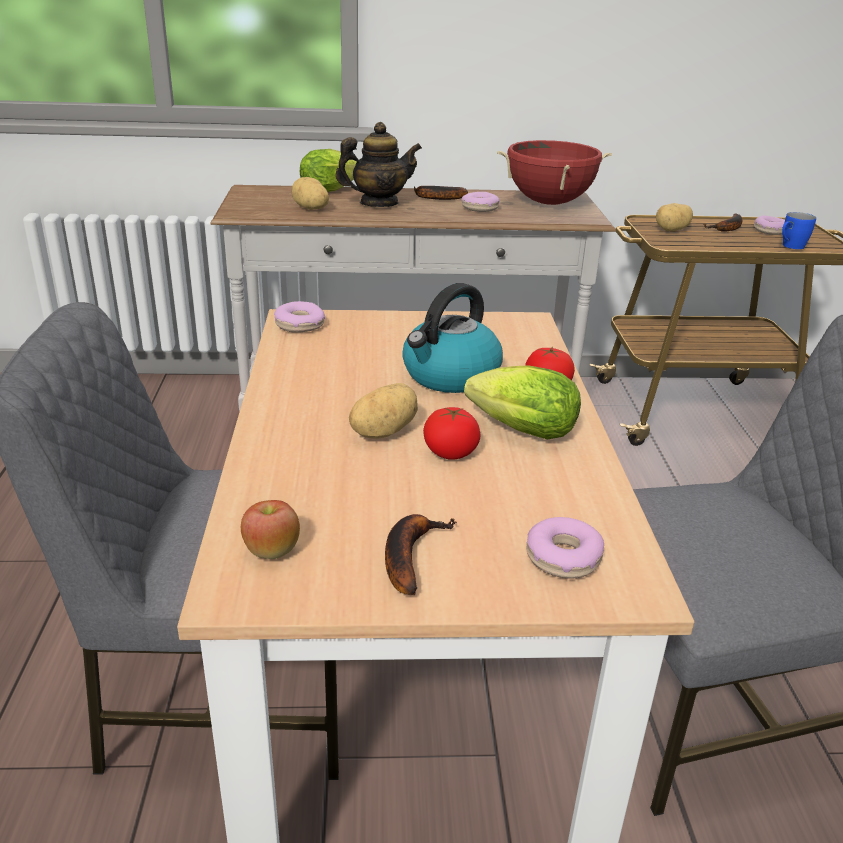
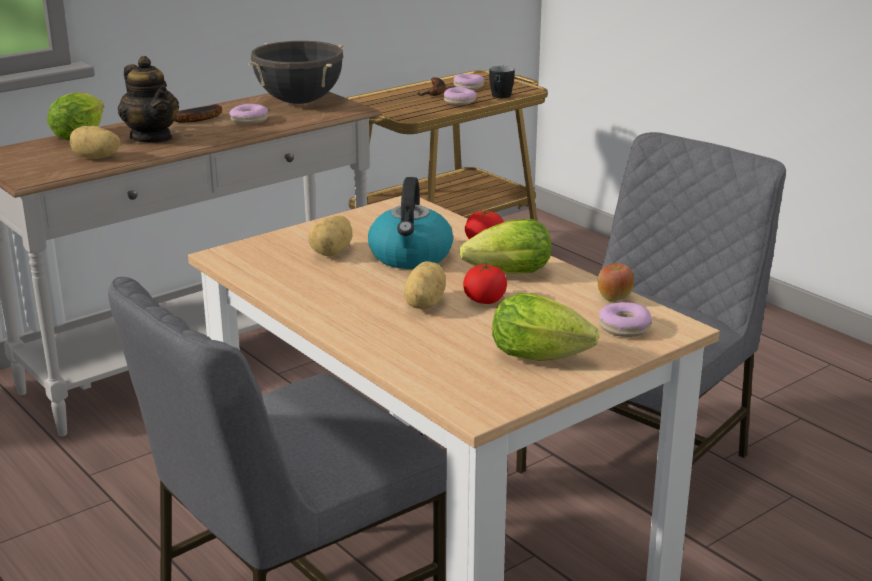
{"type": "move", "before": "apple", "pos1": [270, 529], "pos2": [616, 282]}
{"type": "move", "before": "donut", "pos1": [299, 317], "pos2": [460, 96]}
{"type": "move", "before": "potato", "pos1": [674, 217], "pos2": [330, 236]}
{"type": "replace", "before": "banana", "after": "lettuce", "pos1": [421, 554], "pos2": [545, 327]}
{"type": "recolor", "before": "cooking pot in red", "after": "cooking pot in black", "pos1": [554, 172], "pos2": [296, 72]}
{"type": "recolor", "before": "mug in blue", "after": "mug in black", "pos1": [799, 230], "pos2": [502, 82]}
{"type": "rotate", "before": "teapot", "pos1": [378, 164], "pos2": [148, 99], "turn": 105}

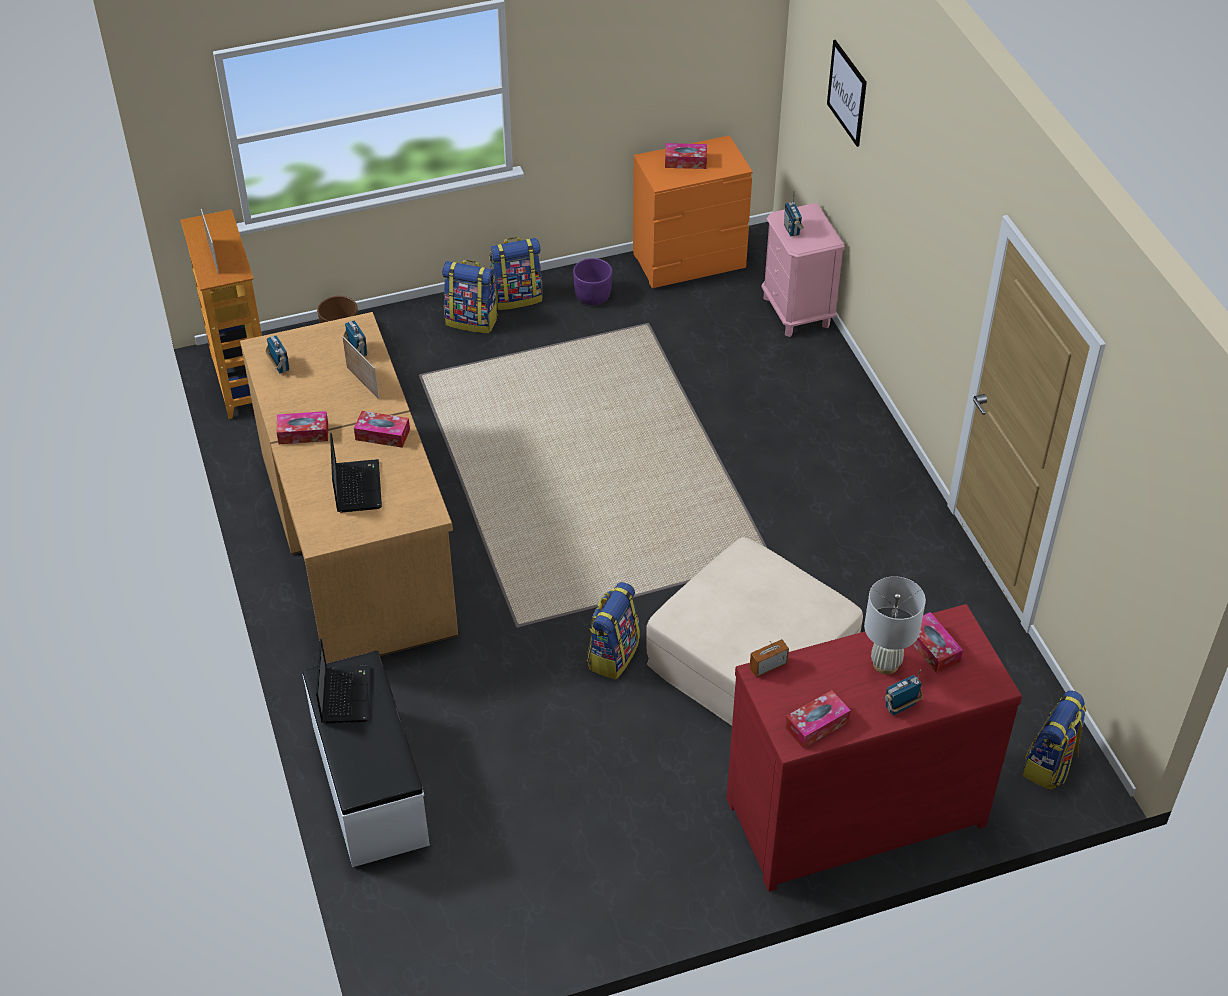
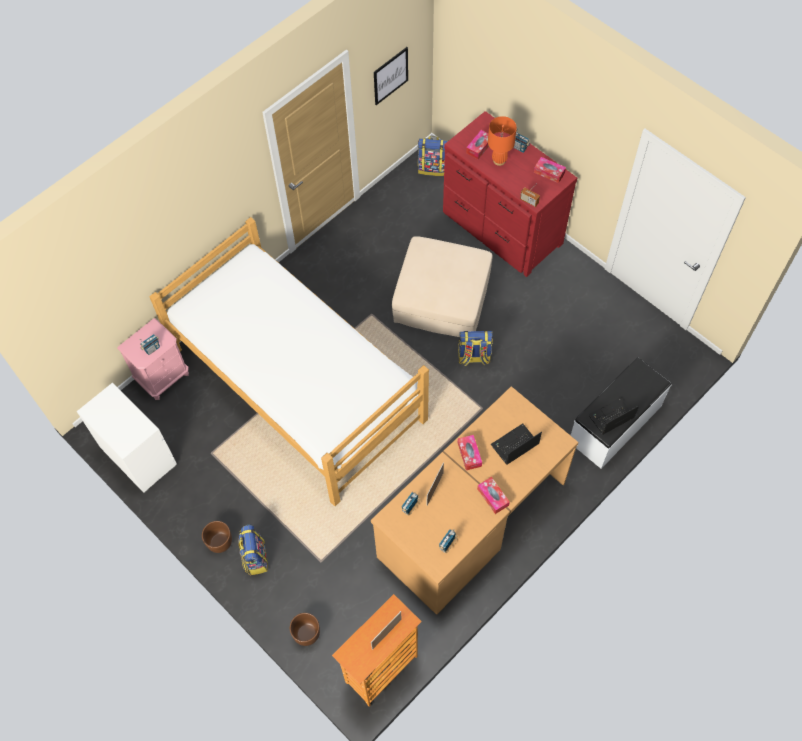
{"type": "delete", "before": "planter in purple", "pos1": [592, 281]}
{"type": "delete", "before": "tissue box", "pos1": [686, 156]}
{"type": "insert", "after": "bed", "pos2": [289, 361]}
{"type": "move", "before": "picture", "pos1": [847, 93], "pos2": [391, 76]}
{"type": "replace", "before": "backpack", "after": "planter in brown", "pos1": [515, 273], "pos2": [217, 537]}
{"type": "recolor", "before": "dresser in orange", "after": "dresser in white", "pos1": [693, 211], "pos2": [127, 437]}
{"type": "recolor", "before": "table lamp in white", "after": "table lamp in orange", "pos1": [895, 625], "pos2": [502, 141]}

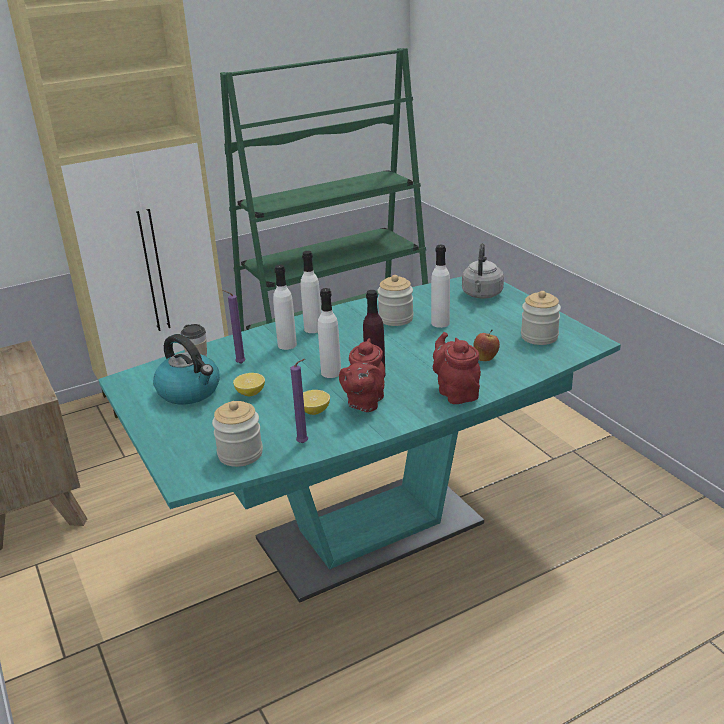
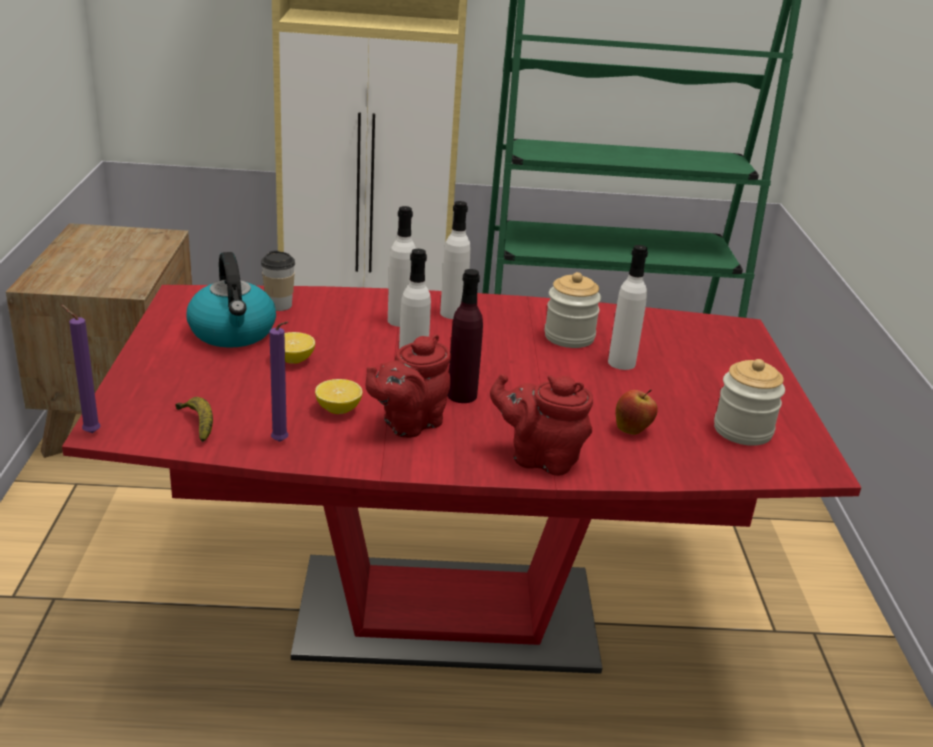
{"type": "delete", "before": "kettle in grey", "pos1": [483, 271]}
{"type": "move", "before": "candle in purple", "pos1": [234, 327], "pos2": [80, 369]}
{"type": "replace", "before": "jar", "after": "banana", "pos1": [237, 434], "pos2": [194, 419]}
{"type": "recolor", "before": "dining table in turquoise", "after": "dining table in red", "pos1": [359, 440], "pos2": [461, 479]}
{"type": "rotate", "before": "teapot in red", "pos1": [457, 368], "pos2": [541, 425], "turn": -75}

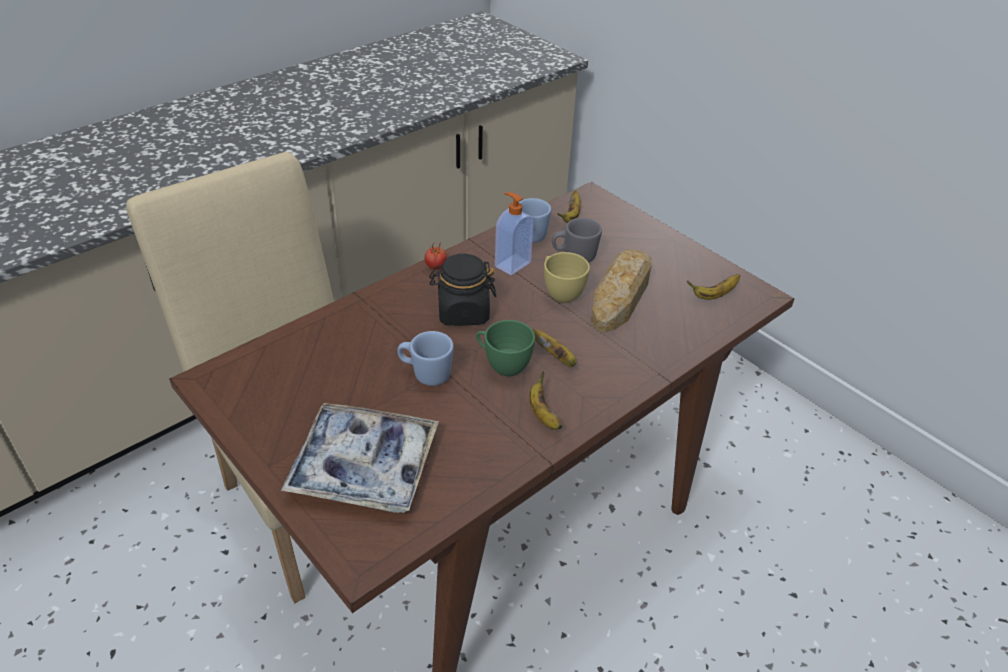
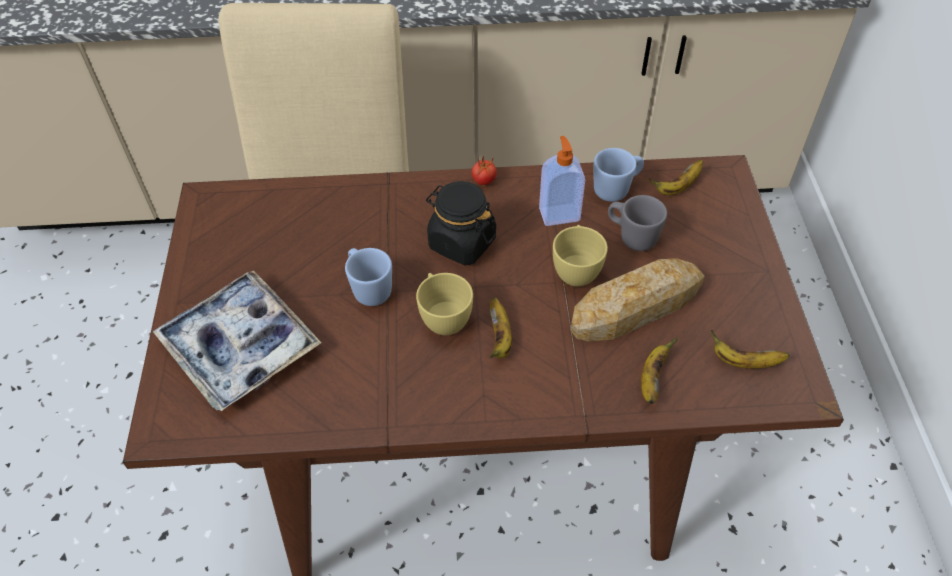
{"type": "move", "before": "banana", "pos1": [546, 400], "pos2": [659, 370]}
{"type": "recolor", "before": "cup in green", "after": "cup in yellow", "pos1": [505, 348], "pos2": [444, 304]}

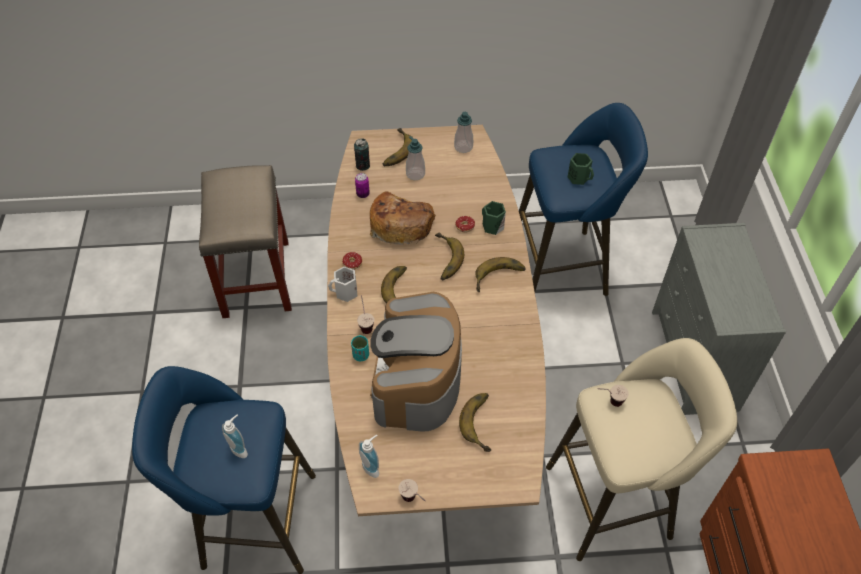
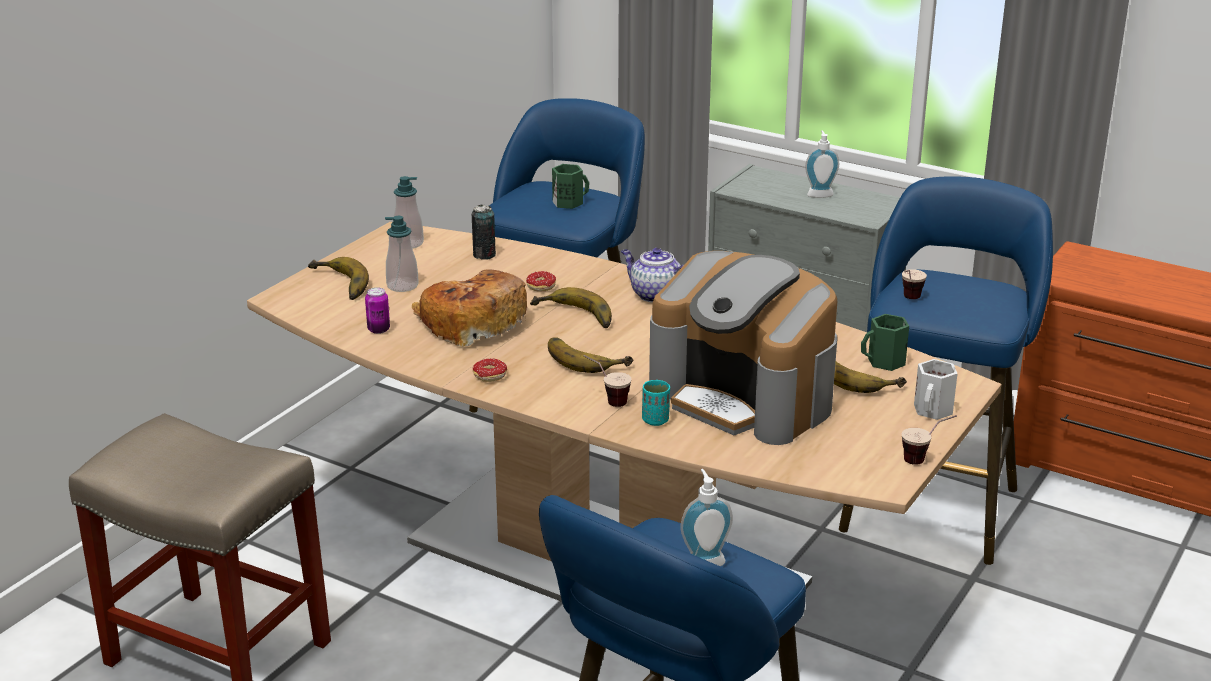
{"type": "move", "before": "mug in white", "pos1": [342, 284], "pos2": [936, 389]}
{"type": "move", "before": "can", "pos1": [362, 154], "pos2": [484, 232]}
{"type": "move", "before": "soap dispenser", "pos1": [369, 456], "pos2": [822, 164]}
{"type": "move", "before": "mug in green", "pos1": [494, 218], "pos2": [885, 342]}
{"type": "replace", "before": "banana", "after": "teapot", "pos1": [500, 274], "pos2": [652, 275]}
{"type": "recolor", "before": "stool in beige", "after": "stool in blue", "pos1": [641, 449], "pos2": [946, 370]}

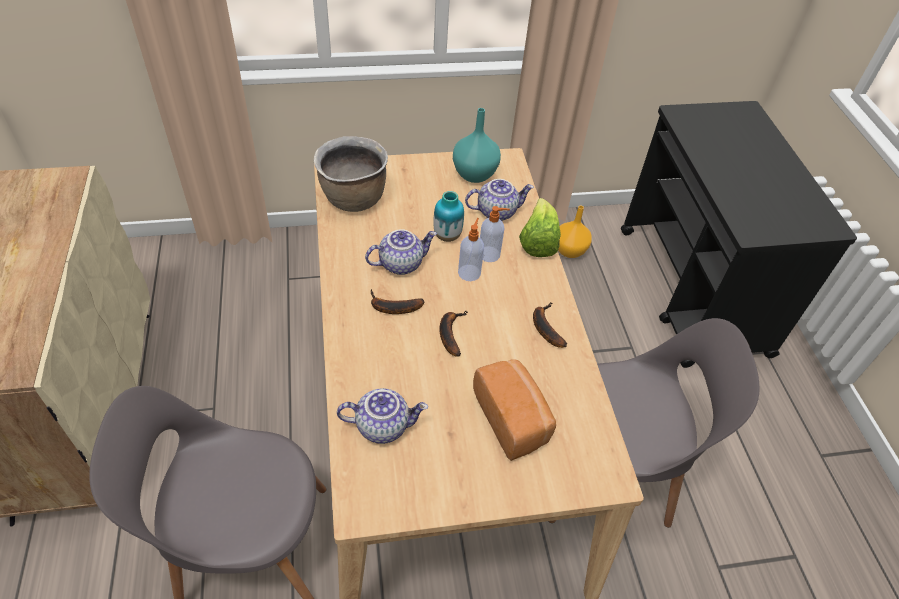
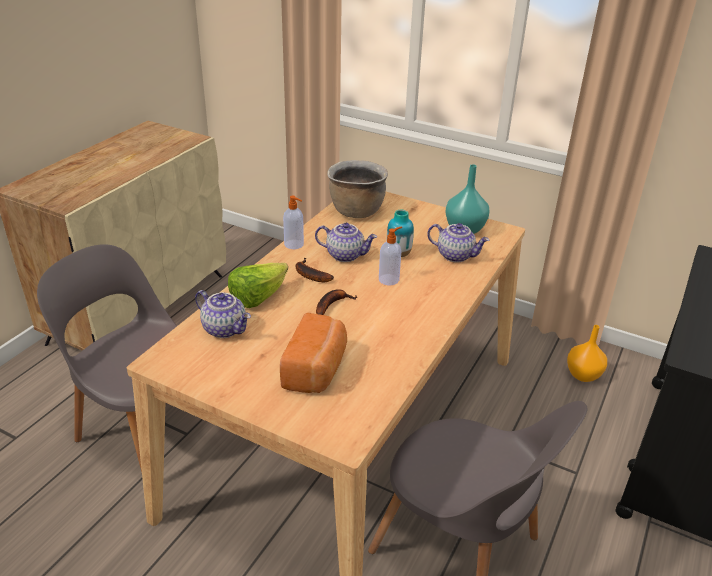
{"type": "delete", "before": "banana", "pos1": [550, 325]}
{"type": "move", "before": "soap dispenser", "pos1": [495, 234], "pos2": [293, 222]}
{"type": "move", "before": "lettuce", "pos1": [540, 227], "pos2": [258, 285]}

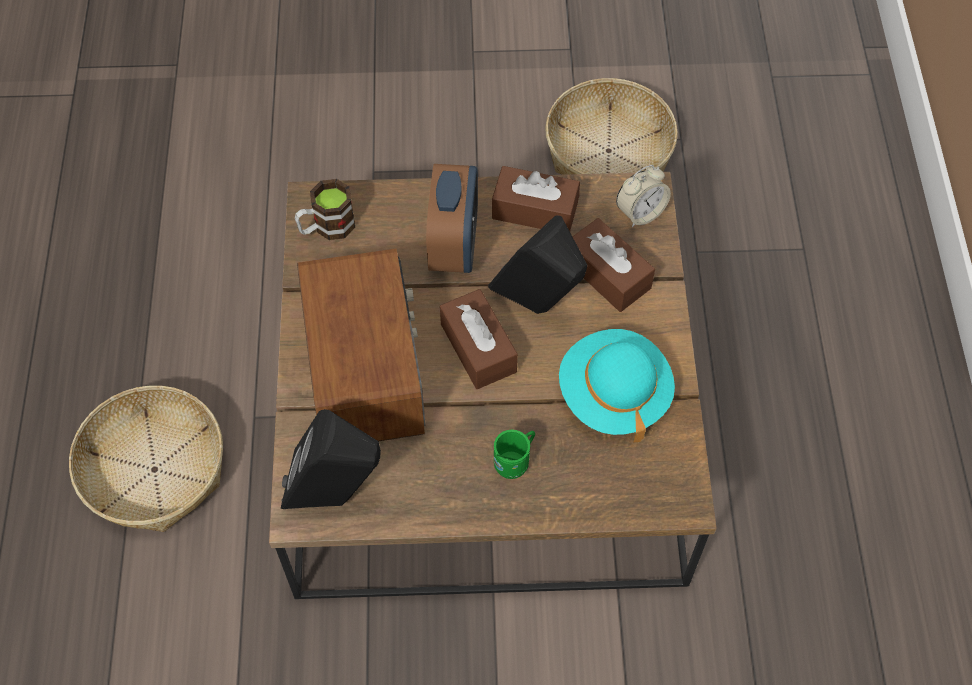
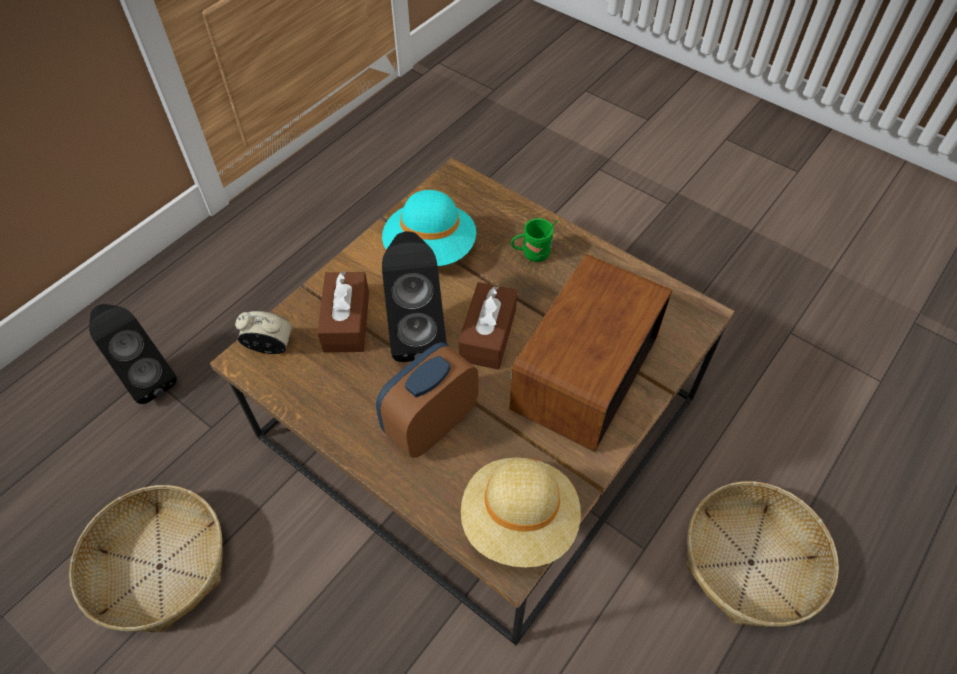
{"type": "delete", "before": "tissue box in brown", "pos1": [536, 198]}
{"type": "move", "before": "speaker in black", "pos1": [331, 459], "pos2": [133, 354]}
{"type": "replace", "before": "mug", "after": "hat in beige", "pos1": [325, 209], "pos2": [521, 512]}

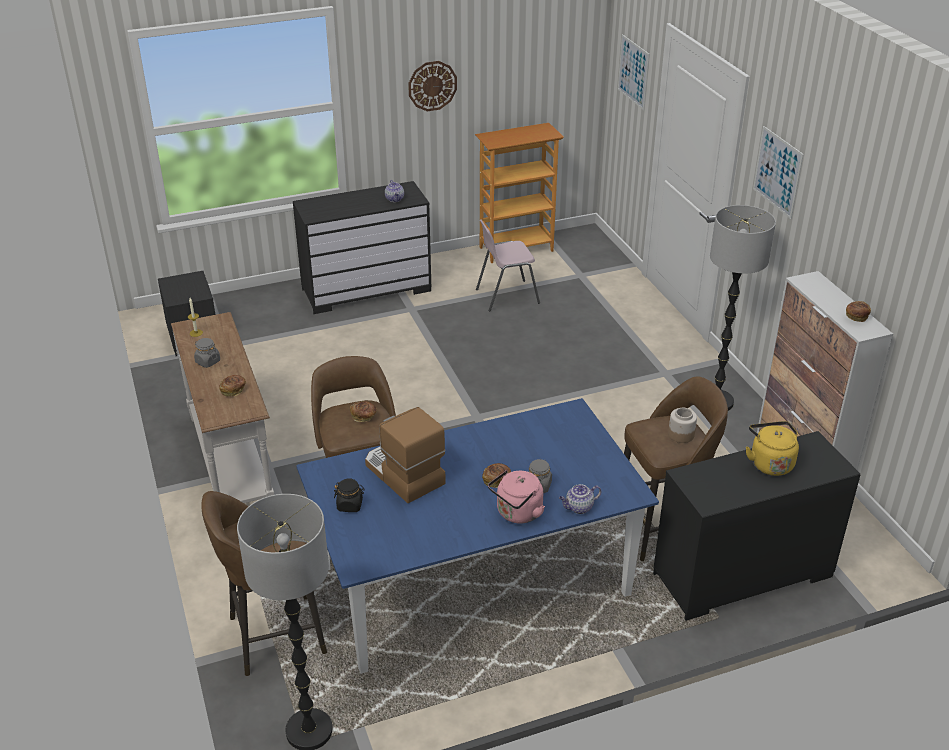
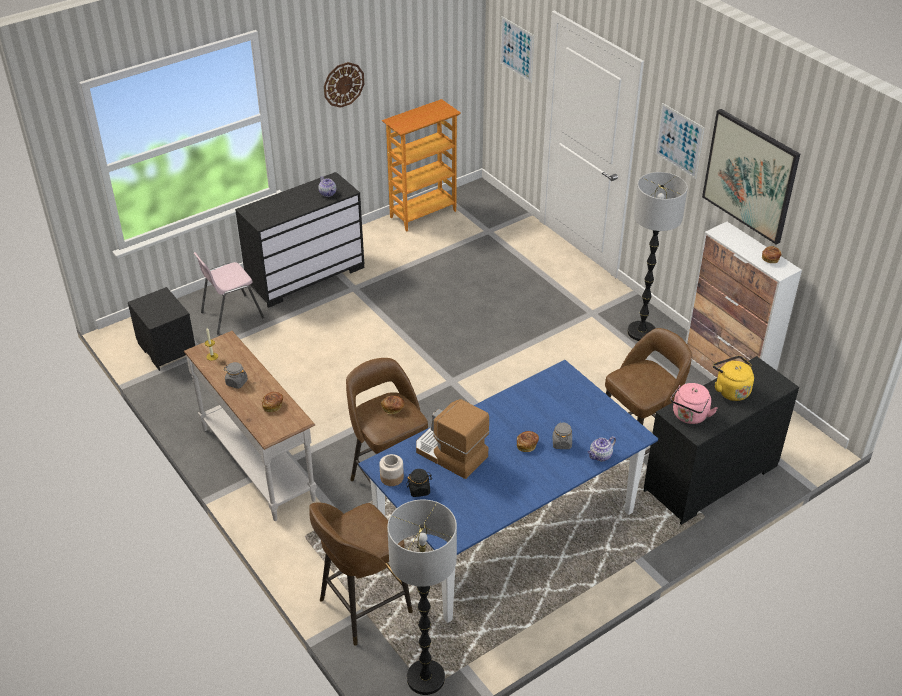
{"type": "insert", "after": "picture", "pos2": [751, 176]}
{"type": "move", "before": "chair in pink", "pos1": [508, 265], "pos2": [229, 293]}
{"type": "move", "before": "kettle in pink", "pos1": [516, 497], "pos2": [694, 403]}
{"type": "move", "before": "jar", "pos1": [682, 425], "pos2": [391, 470]}

